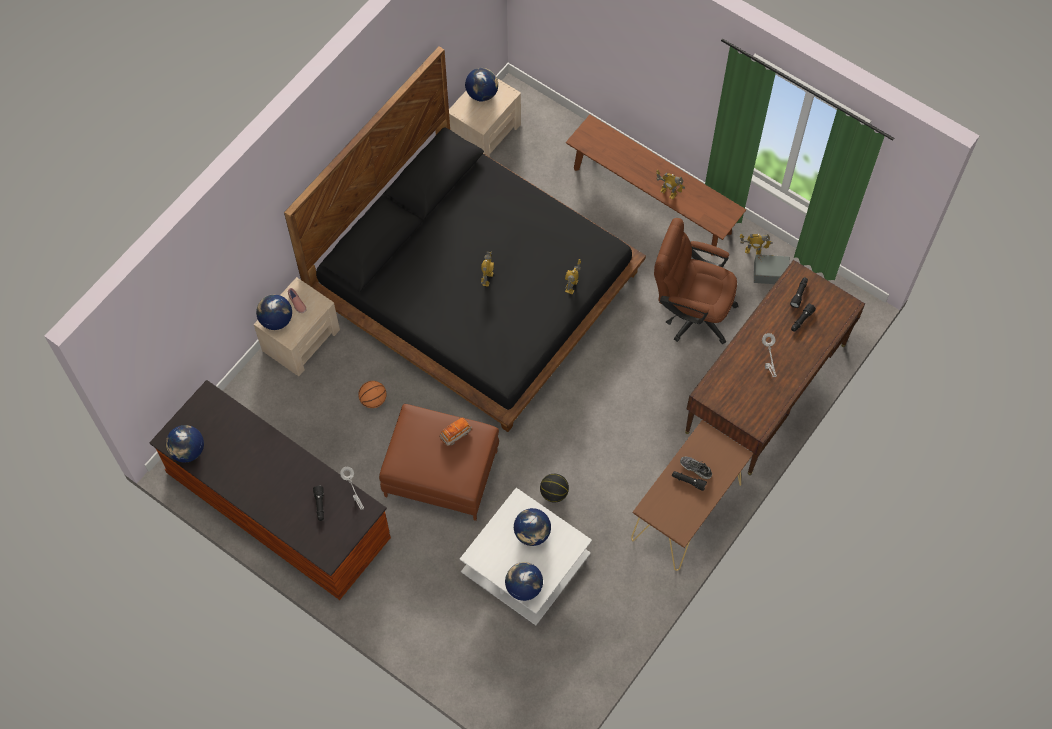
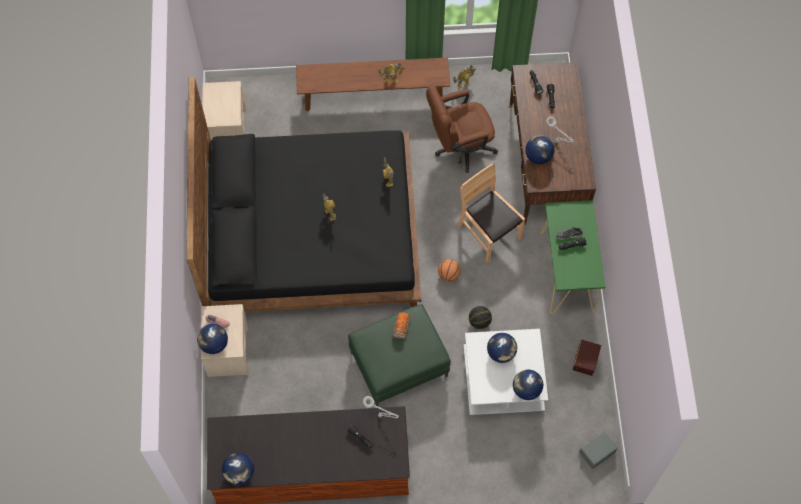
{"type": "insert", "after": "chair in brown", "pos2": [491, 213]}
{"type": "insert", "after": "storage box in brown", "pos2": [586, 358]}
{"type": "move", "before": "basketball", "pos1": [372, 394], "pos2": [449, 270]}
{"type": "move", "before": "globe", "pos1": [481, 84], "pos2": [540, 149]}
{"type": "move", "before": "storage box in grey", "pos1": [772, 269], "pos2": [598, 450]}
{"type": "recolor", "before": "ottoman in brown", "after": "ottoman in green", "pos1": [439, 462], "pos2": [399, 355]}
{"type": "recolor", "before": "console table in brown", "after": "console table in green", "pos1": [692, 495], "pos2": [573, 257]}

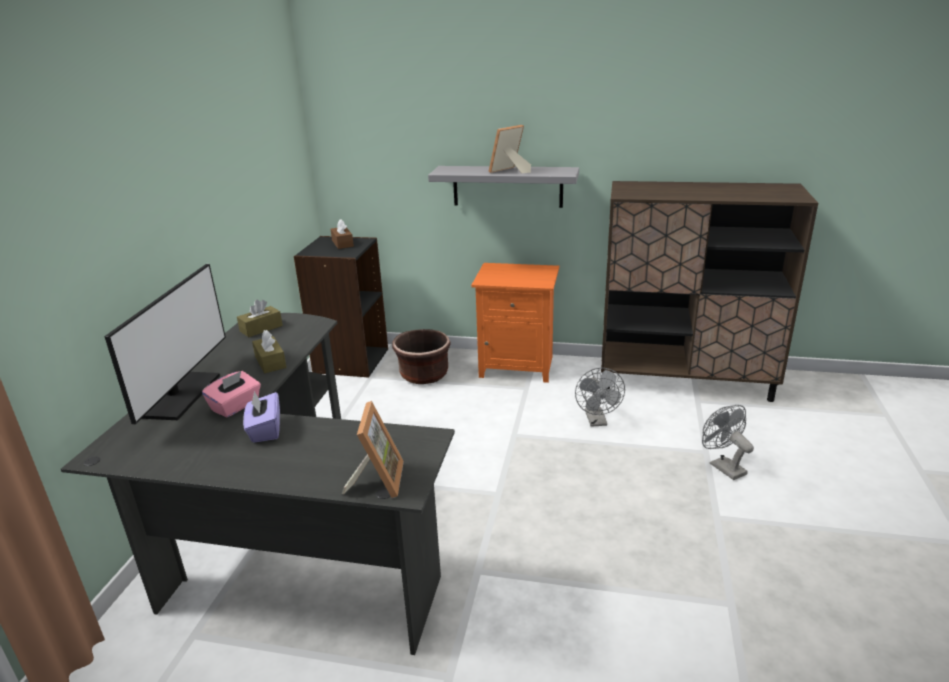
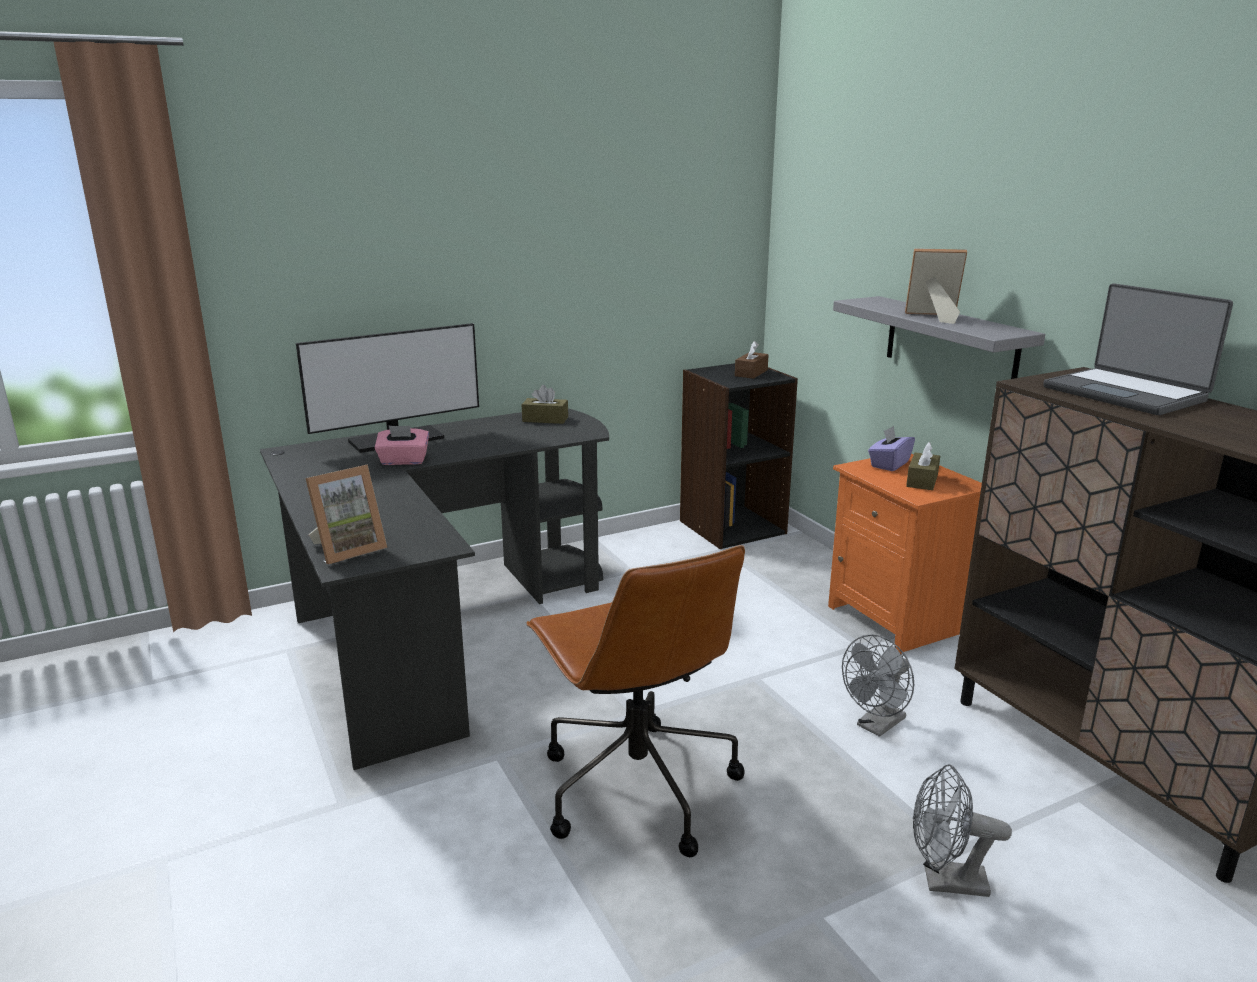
{"type": "delete", "before": "planter in brown", "pos1": [421, 356]}
{"type": "insert", "after": "office chair in brown", "pos2": [636, 701]}
{"type": "insert", "after": "laptop", "pos2": [1138, 349]}
{"type": "move", "before": "tissue box in purple", "pos1": [261, 417], "pos2": [891, 448]}
{"type": "move", "before": "tissue box in brown", "pos1": [269, 351], "pos2": [923, 466]}
{"type": "rotate", "before": "fan in grey", "pos1": [728, 442], "pos2": [962, 830], "turn": -105}

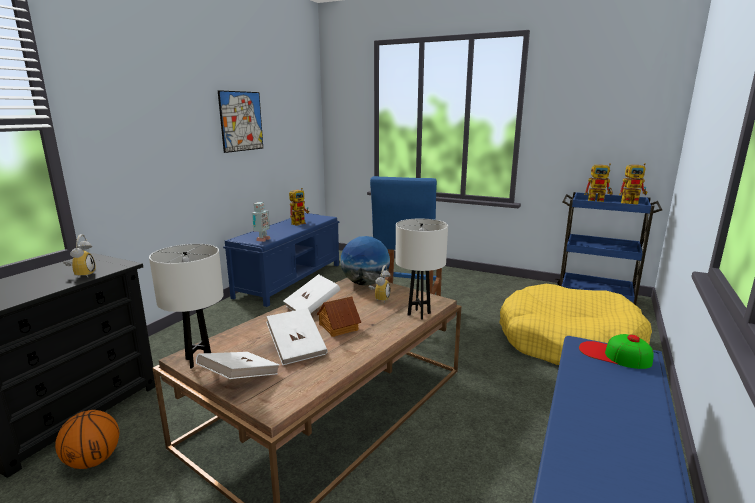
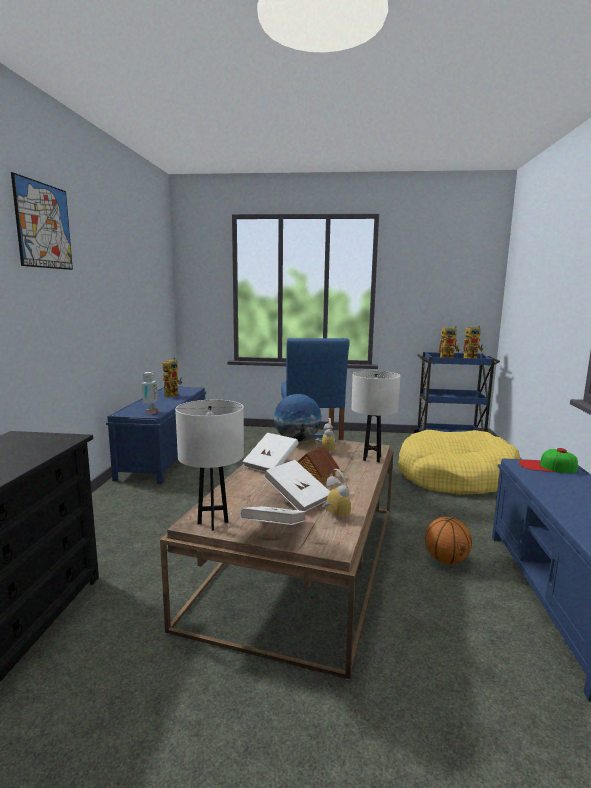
{"type": "move", "before": "basketball", "pos1": [87, 439], "pos2": [448, 540]}
{"type": "move", "before": "alarm clock", "pos1": [79, 255], "pos2": [336, 494]}
{"type": "move", "before": "picture", "pos1": [240, 121], "pos2": [42, 221]}

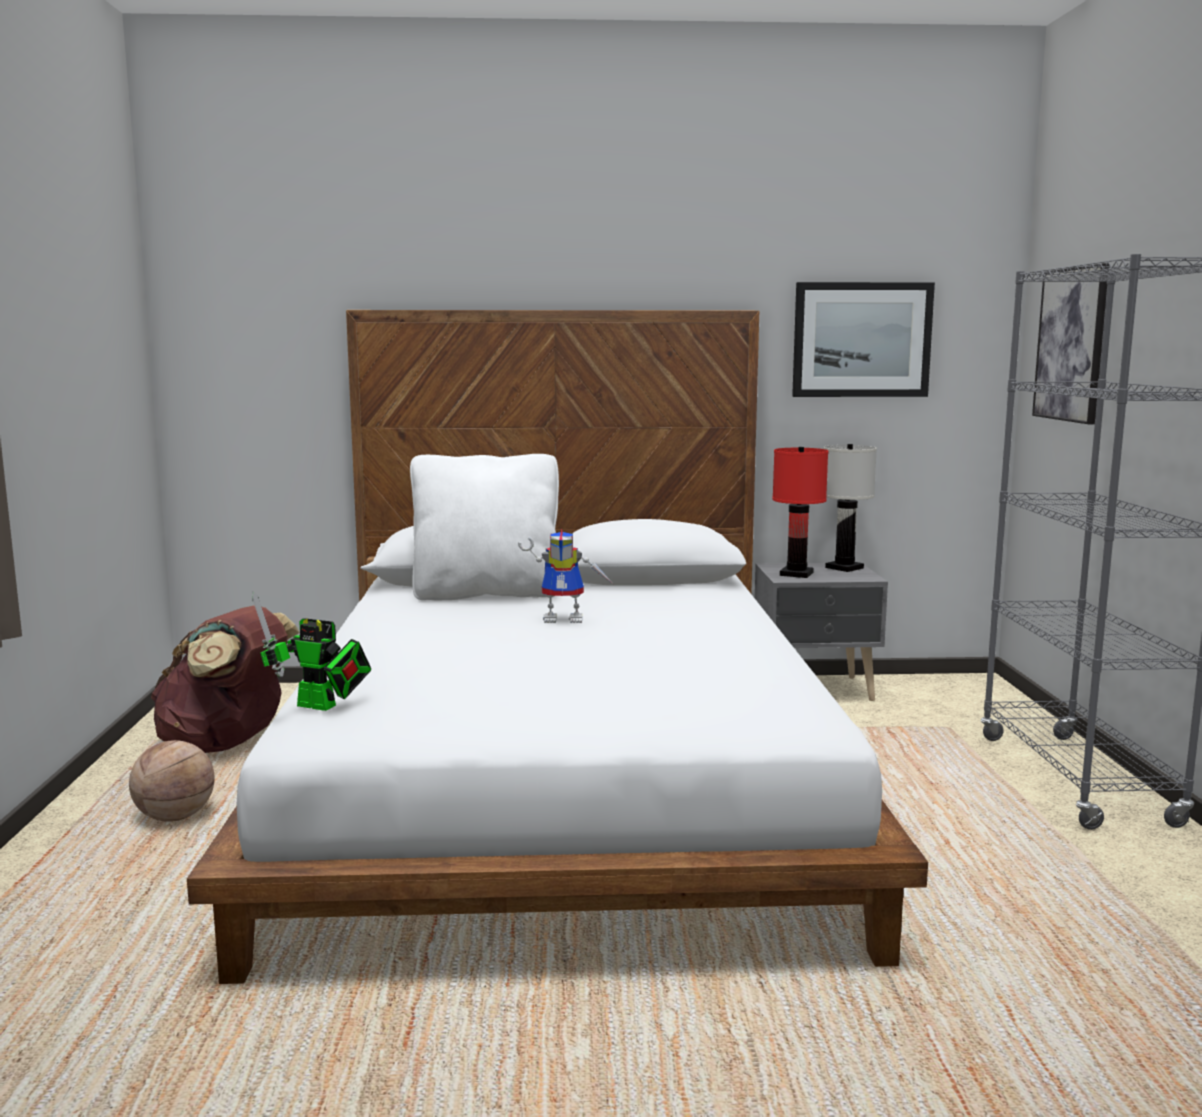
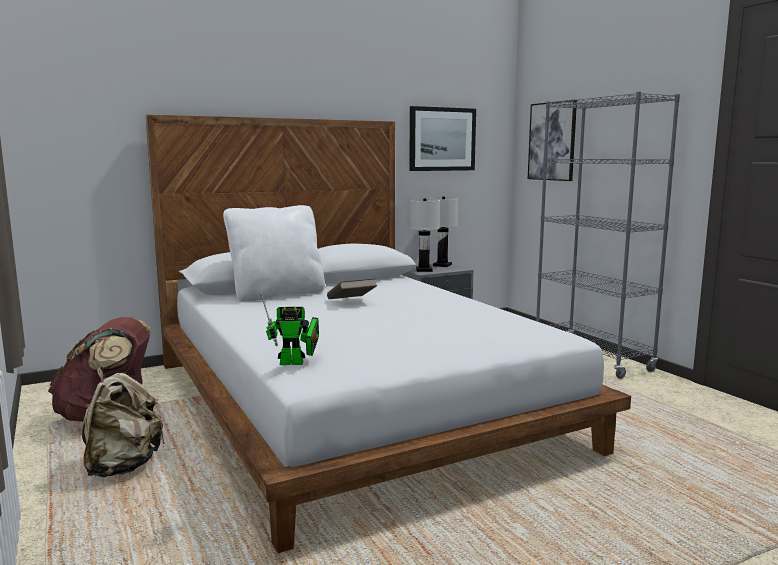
{"type": "replace", "before": "basketball", "after": "backpack in beige", "pos1": [172, 781], "pos2": [123, 422]}
{"type": "replace", "before": "toy robot", "after": "book in brown", "pos1": [565, 575], "pos2": [352, 288]}
{"type": "recolor", "before": "table lamp in red", "after": "table lamp in white", "pos1": [800, 512], "pos2": [425, 235]}

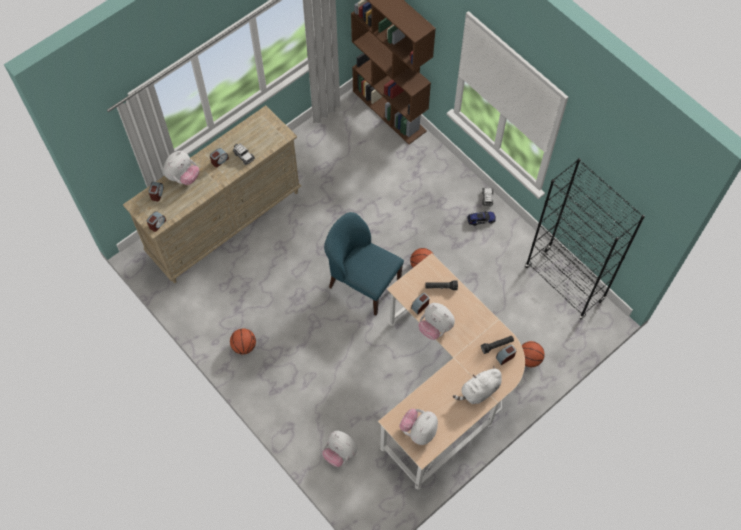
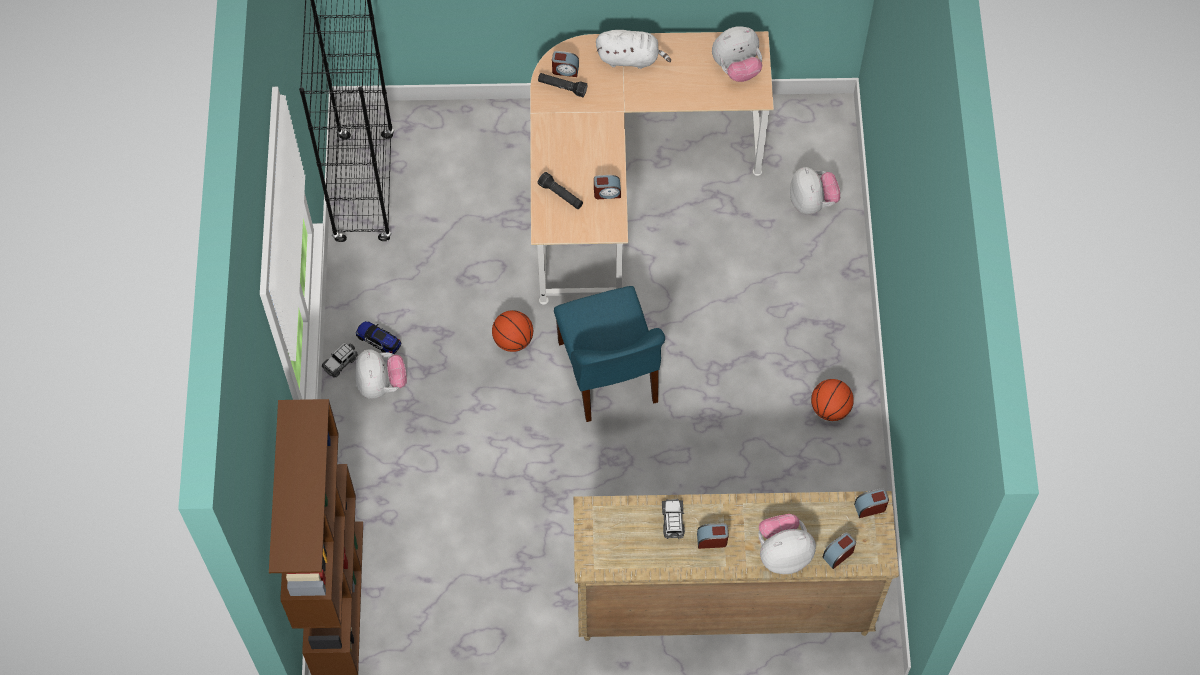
{"type": "delete", "before": "basketball", "pos1": [533, 354]}
{"type": "move", "before": "plush toy", "pos1": [436, 321], "pos2": [381, 374]}

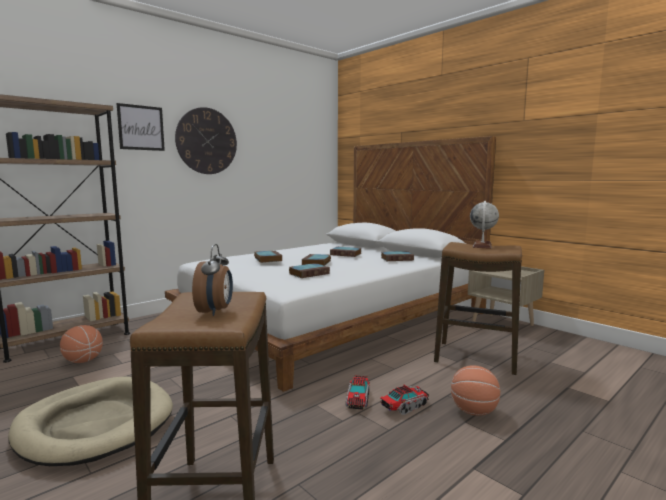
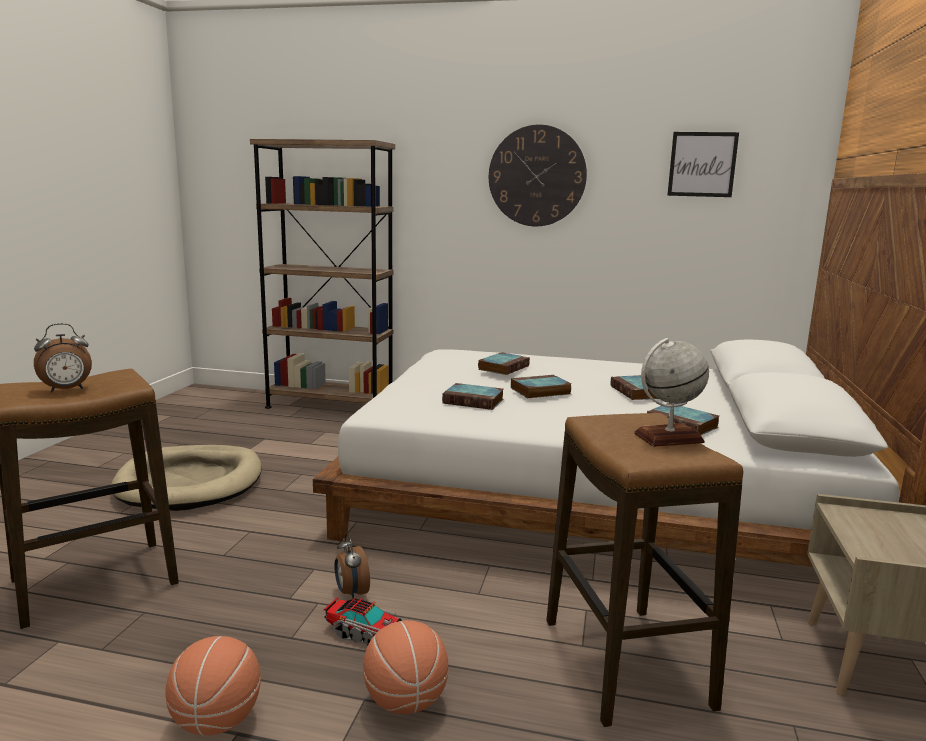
{"type": "move", "before": "basketball", "pos1": [81, 344], "pos2": [213, 685]}
{"type": "move", "before": "picture", "pos1": [140, 127], "pos2": [703, 164]}
{"type": "replace", "before": "toy truck", "after": "alarm clock", "pos1": [358, 393], "pos2": [352, 566]}

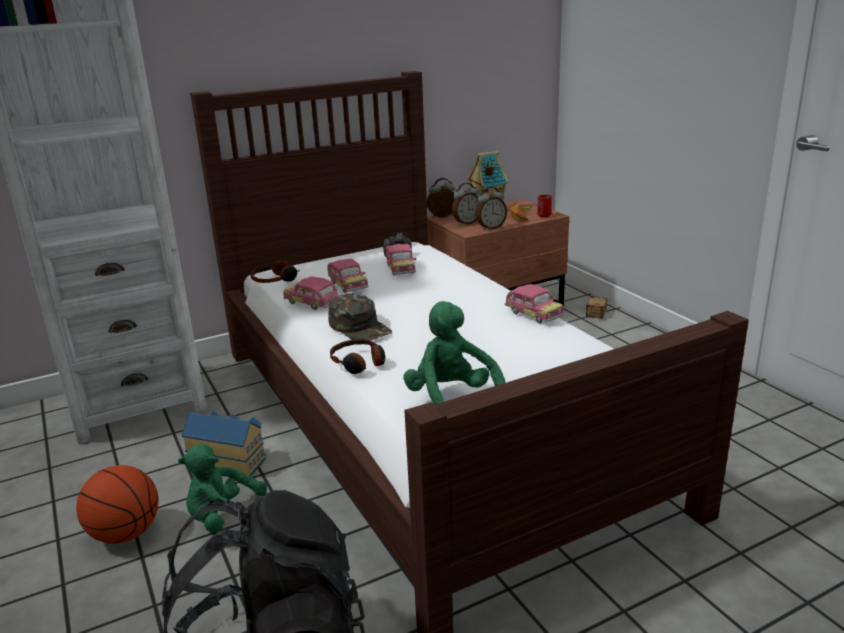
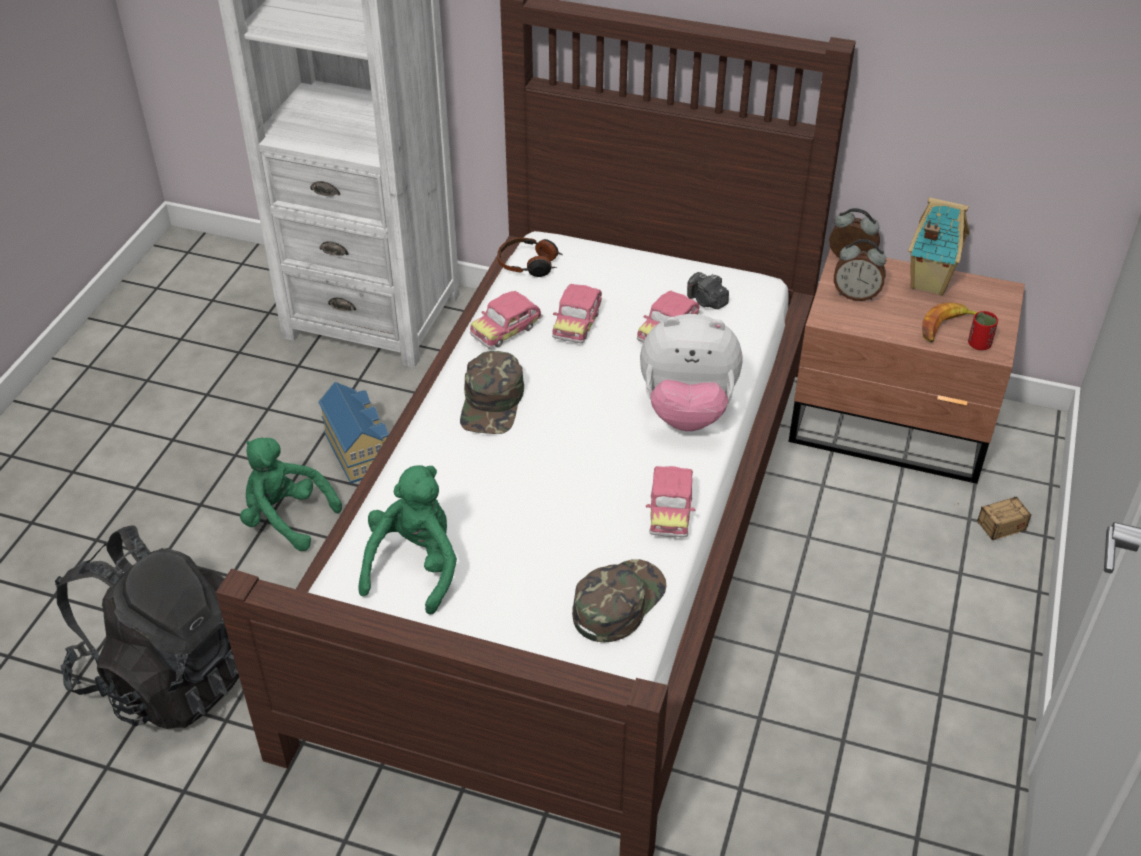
{"type": "delete", "before": "basketball", "pos1": [117, 504]}
{"type": "delete", "before": "headphones", "pos1": [357, 356]}
{"type": "delete", "before": "alarm clock", "pos1": [491, 208]}
{"type": "insert", "after": "cap in green", "pos2": [619, 600]}
{"type": "insert", "after": "plush toy", "pos2": [691, 372]}
{"type": "rotate", "before": "toy car", "pos1": [311, 293], "pos2": [506, 320], "turn": -120}

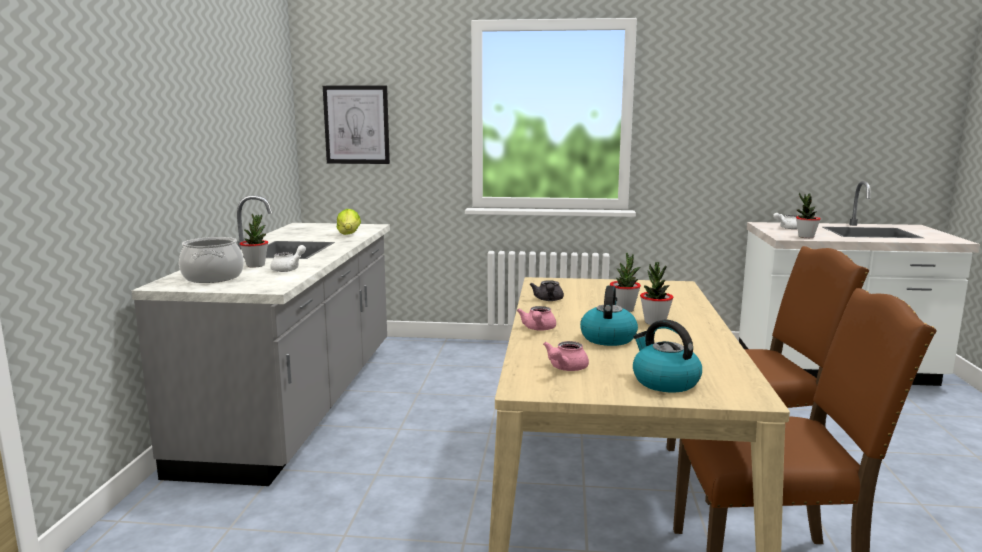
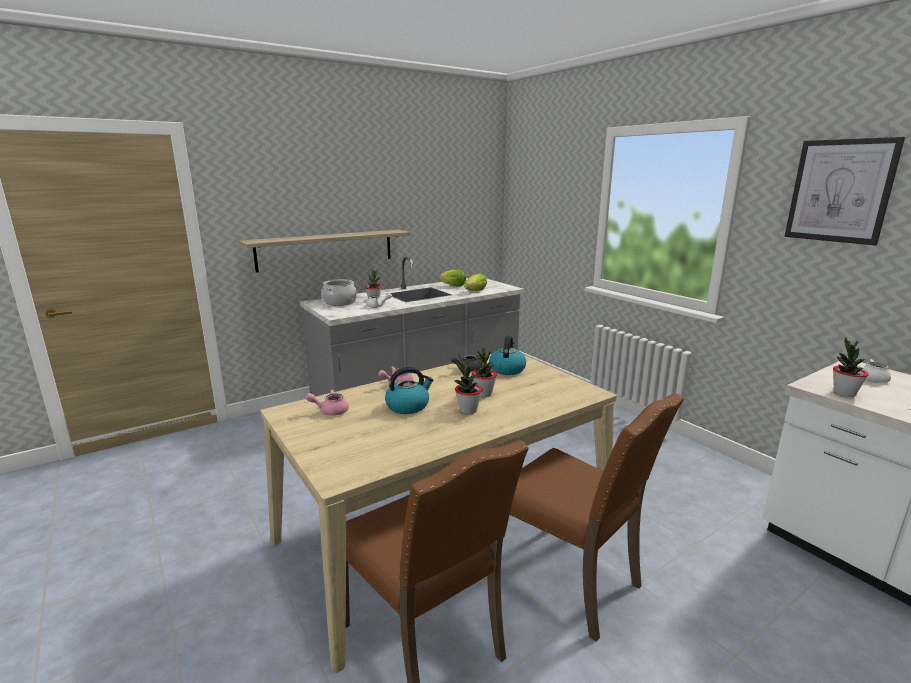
{"type": "insert", "after": "shelf", "pos2": [325, 251]}
{"type": "insert", "after": "lettuce", "pos2": [452, 278]}
{"type": "move", "before": "picture", "pos1": [356, 124], "pos2": [845, 191]}
{"type": "move", "before": "kettle", "pos1": [667, 356], "pos2": [507, 355]}

